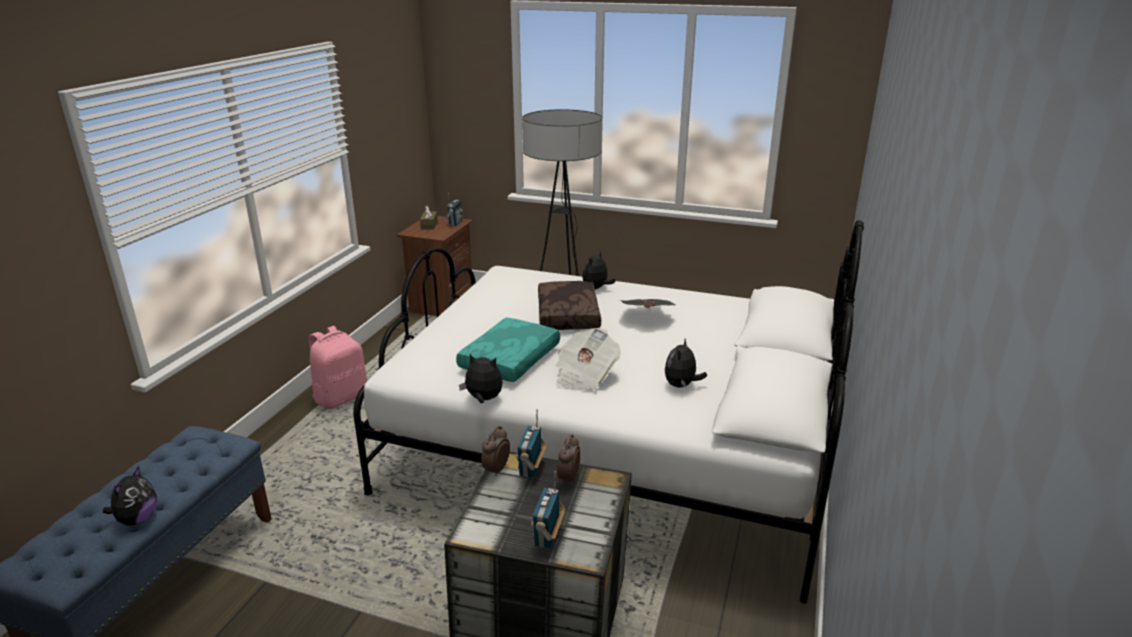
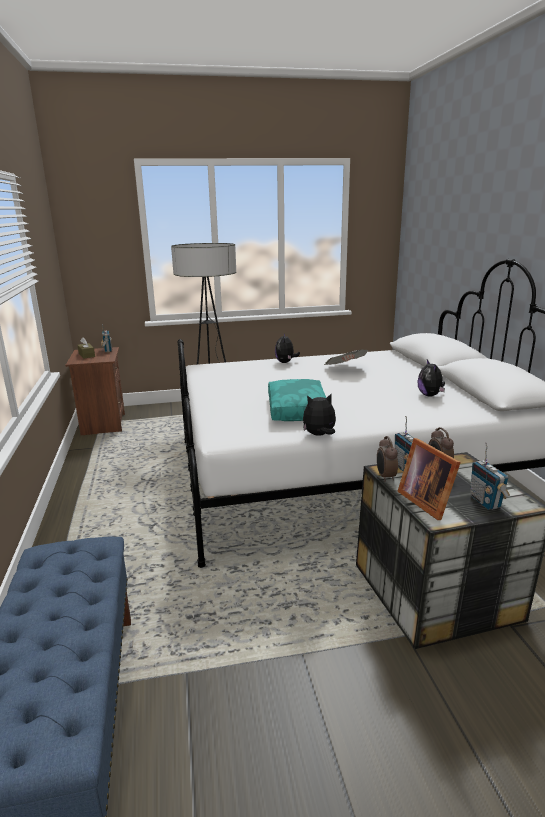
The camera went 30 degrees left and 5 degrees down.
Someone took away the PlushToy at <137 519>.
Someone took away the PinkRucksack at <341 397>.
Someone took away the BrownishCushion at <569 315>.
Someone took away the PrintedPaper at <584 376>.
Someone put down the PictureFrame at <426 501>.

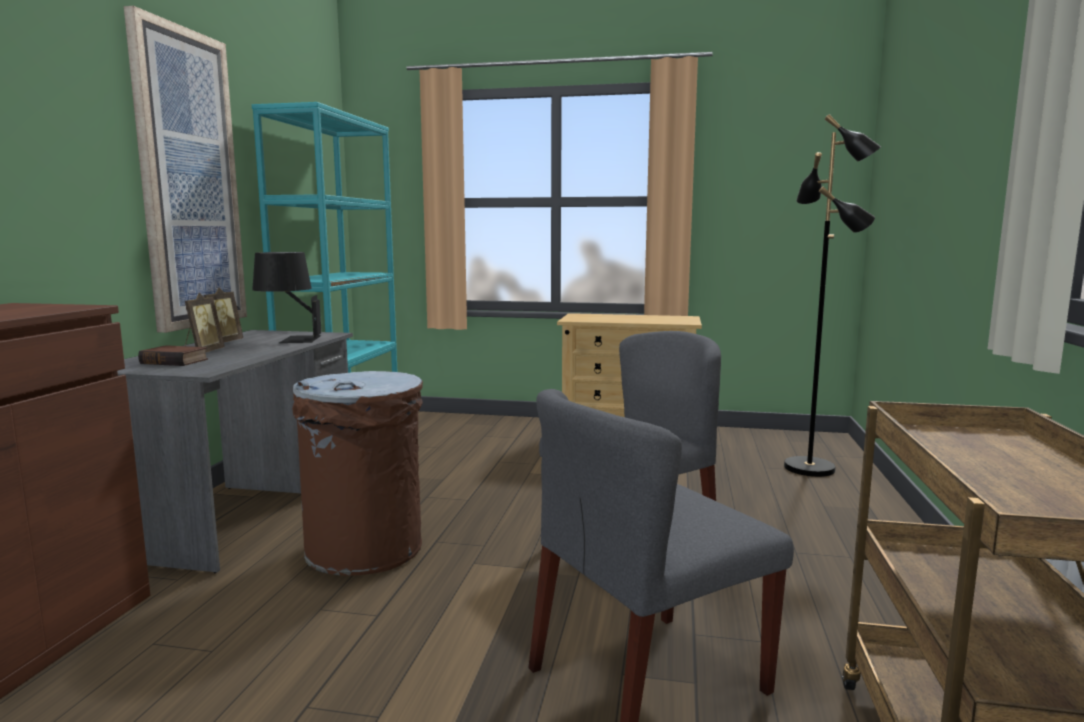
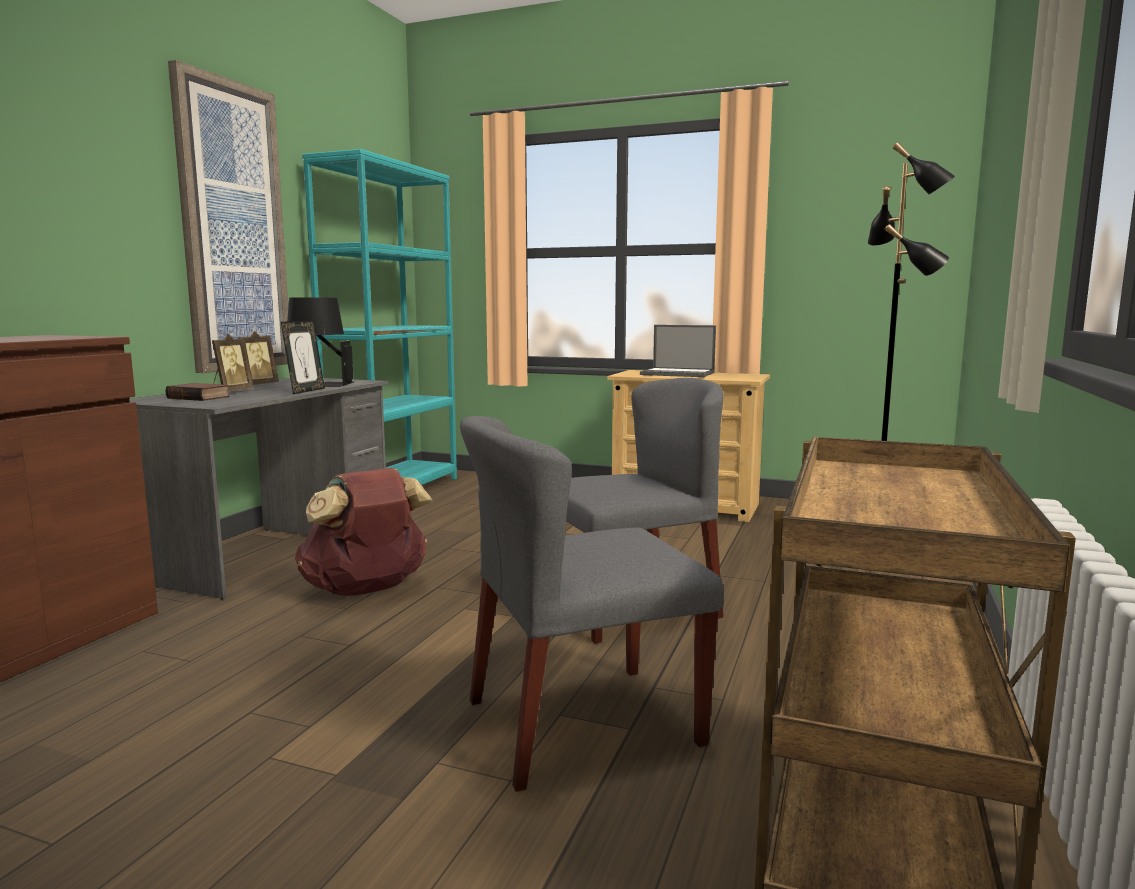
The camera went 10 degrees right and 0 degrees up.
Someone swapped the BrownishWasteBin at <365 550> for the BrownishRucksack at <366 590>.
Someone put down the PictureFrame at <305 391>.
Someone put down the Laptop at <678 373>.

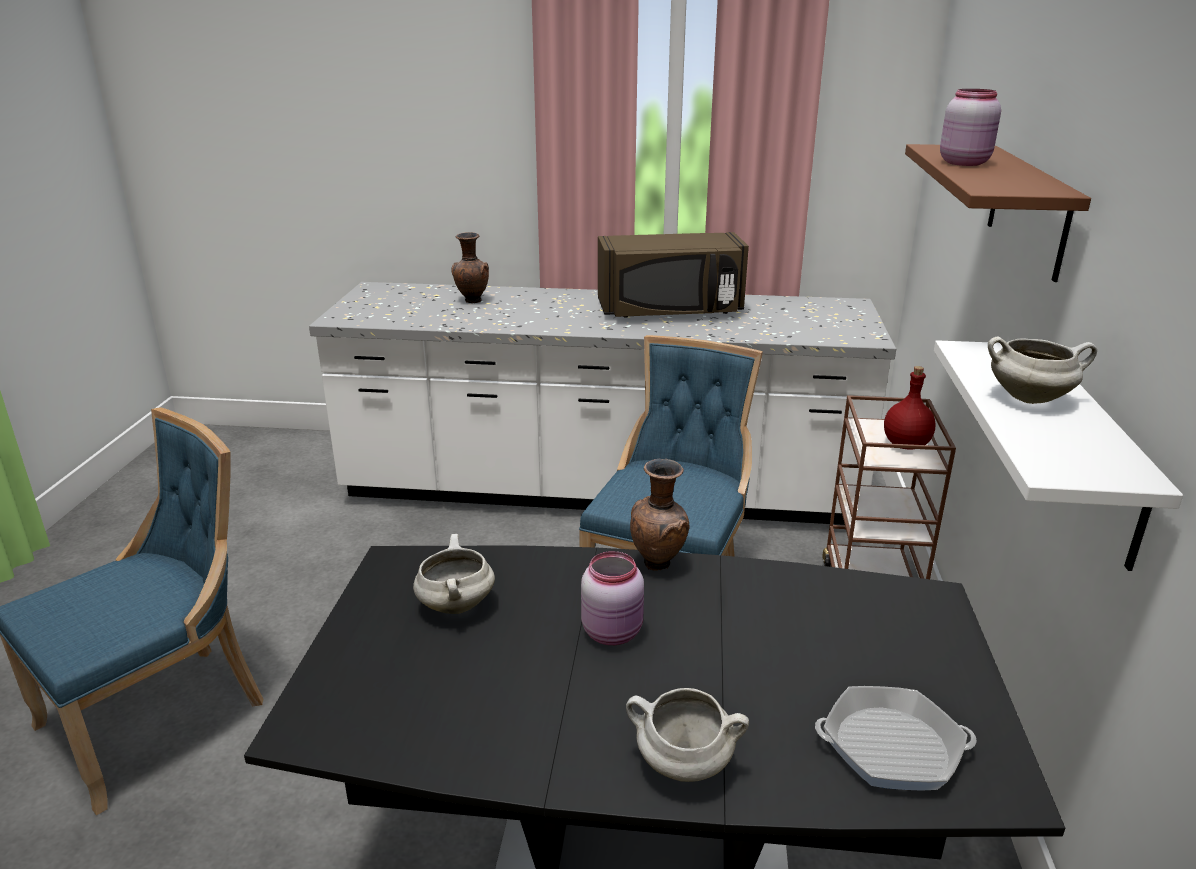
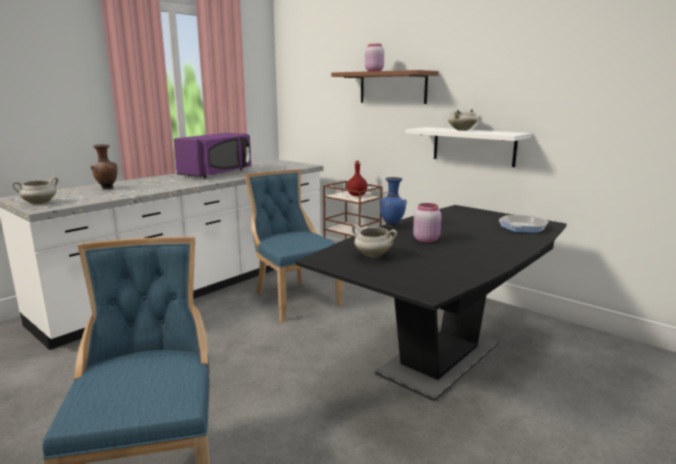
The camera went 55 degrees left and 10 degrees down.
Someone repainted the BrownishKitchenMicrowave at <670 311>, which became the PurplishKitchenMicrowave at <218 173>.
Someone carried the WhiteCookingPot from <682 764> to <39 203>.
Someone repainted the BrownishFlowerVase at <659 564>, which became the BlueColouredFlowerVase at <392 226>.

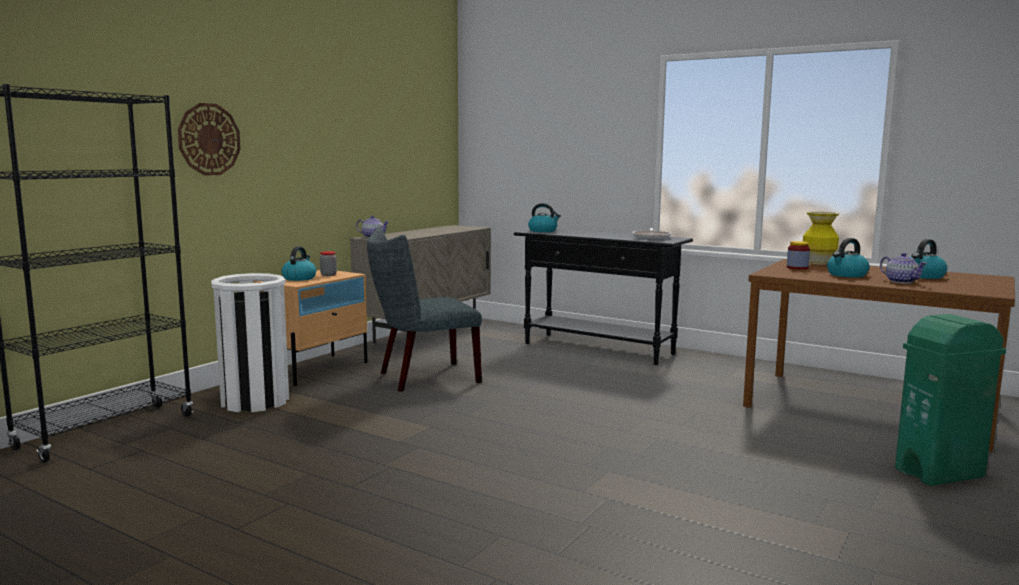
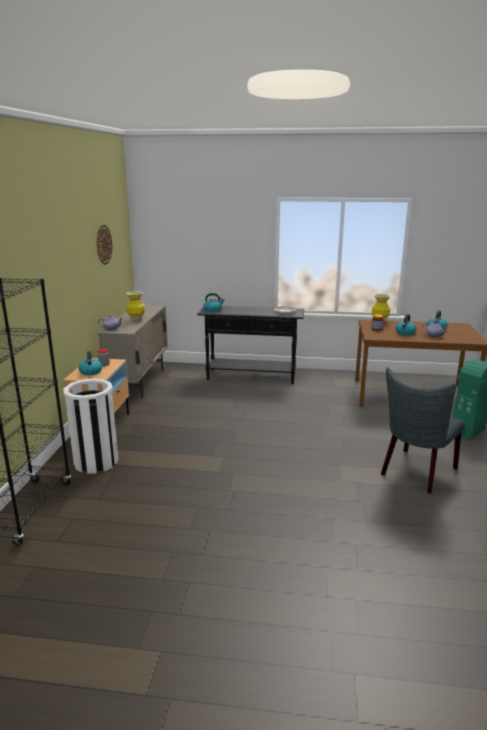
The camera went 25 degrees left and 10 degrees up.
Someone carried the HangingClock from <209 139> to <103 244>.
Someone carried the GreyishUprightChair from <422 378> to <416 473>.
Someone put down the FlowerVase at <136 320>.

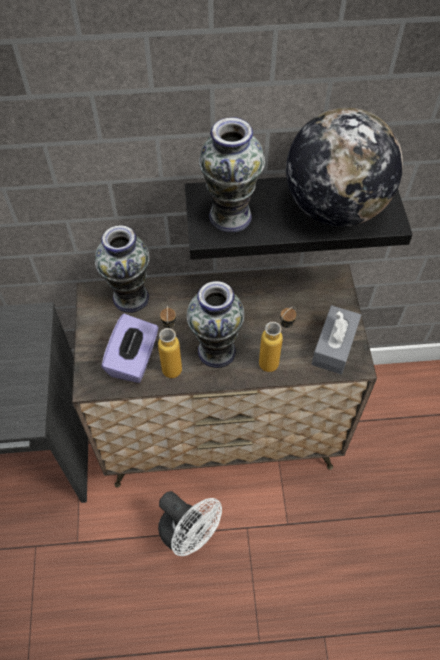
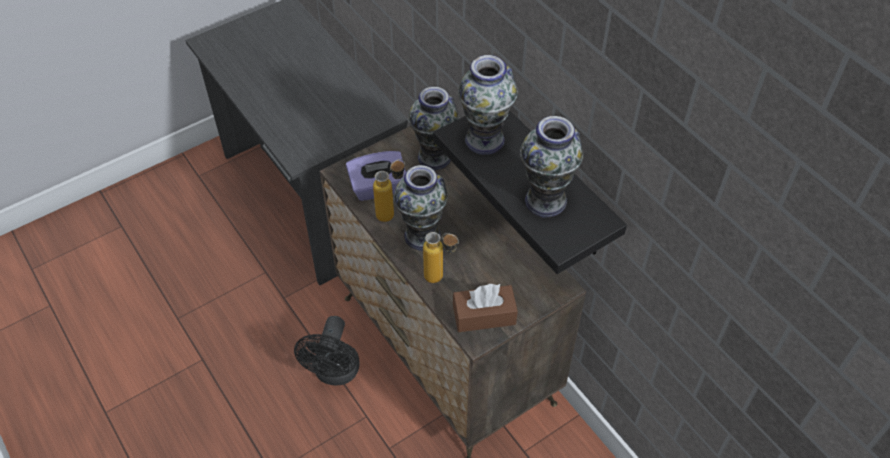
The camera went 60 degrees right and 5 degrees down.
Someone repainted the WhiteElectricFan at <189 534>, which became the BlackColouredElectricFan at <335 373>.
Someone swapped the WorldGlobe at <334 208> for the FlowerVase at <546 201>.
Someone repainted the GreyishTissueHolder at <334 346>, which became the BrownishTissueHolder at <484 315>.

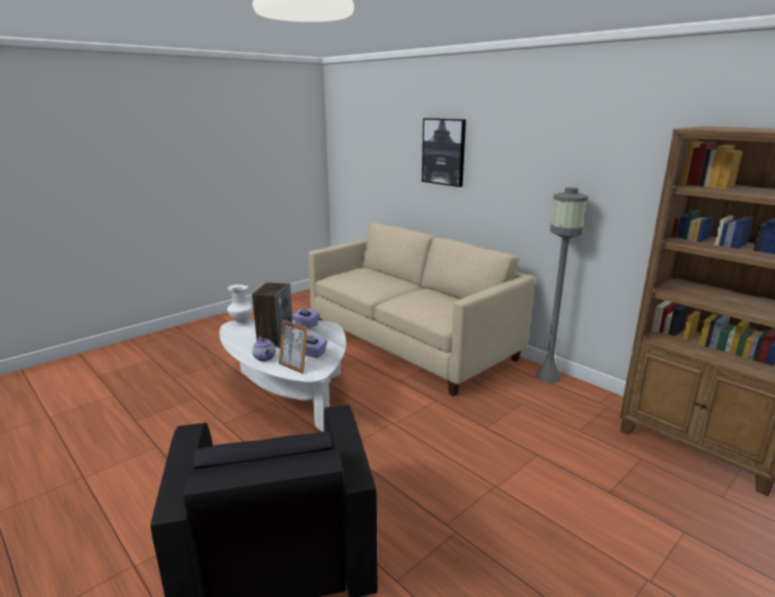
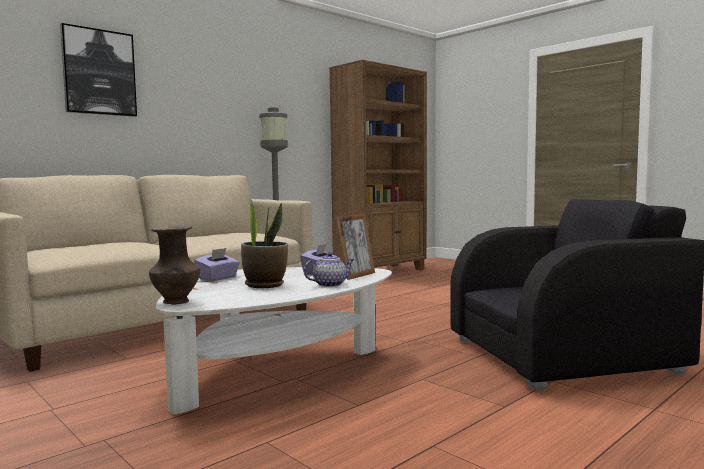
The camera went 90 degrees left and 15 degrees down.
Someone repainted the WhiteFlowerVase at <241 323>, which became the BrownishFlowerVase at <176 302>.
Someone swapped the AudioSpeaker at <275 339> for the PottedPlant at <265 285>.

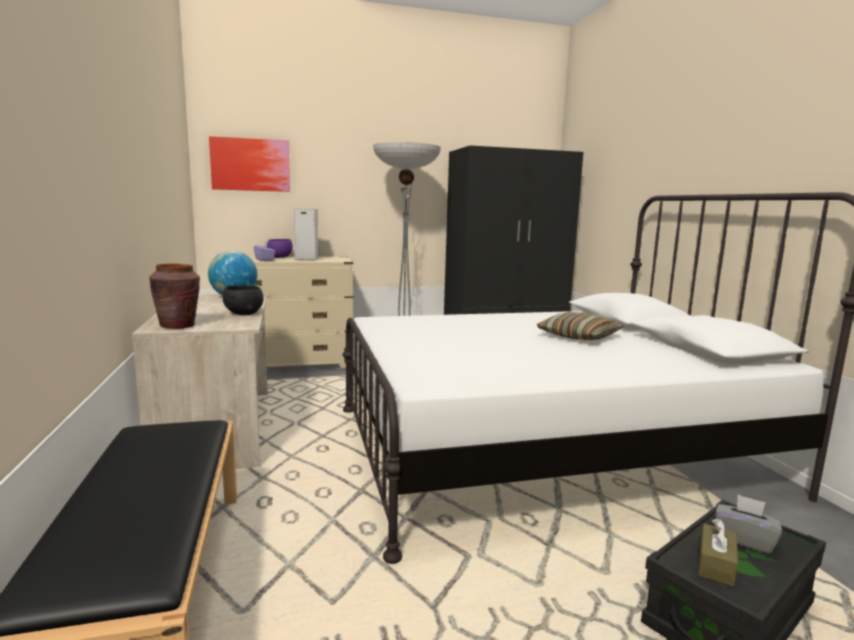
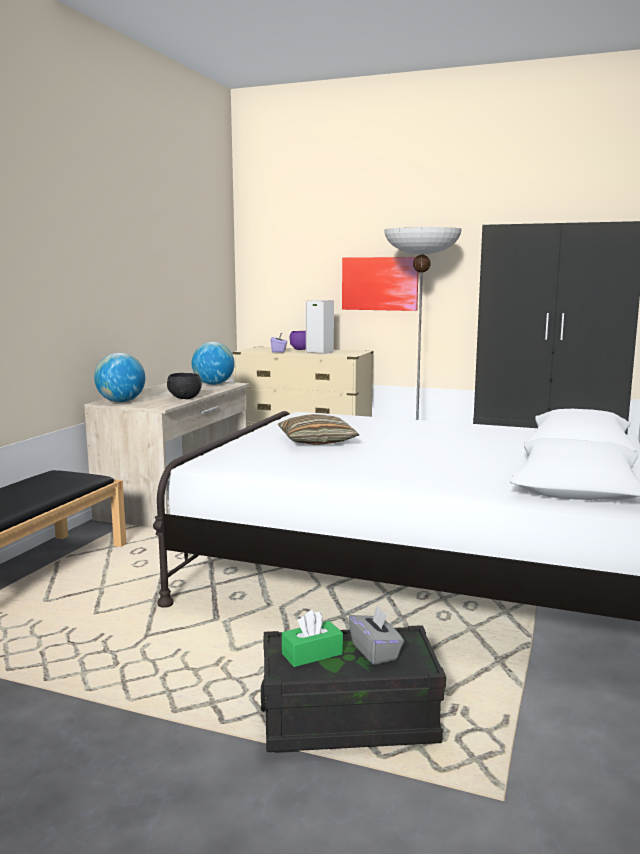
The camera went 35 degrees right and 0 degrees up.
Someone swapped the BrownishFlowerVase at <178 326> for the WorldGlobe at <121 402>.
Someone carried the WallPicture from <250 165> to <380 283>.
Someone carried the Cushion from <579 337> to <317 441>.
Someone repainted the BrownishTissueHolder at <716 564>, which became the GreenColouredTissueHolder at <312 654>.

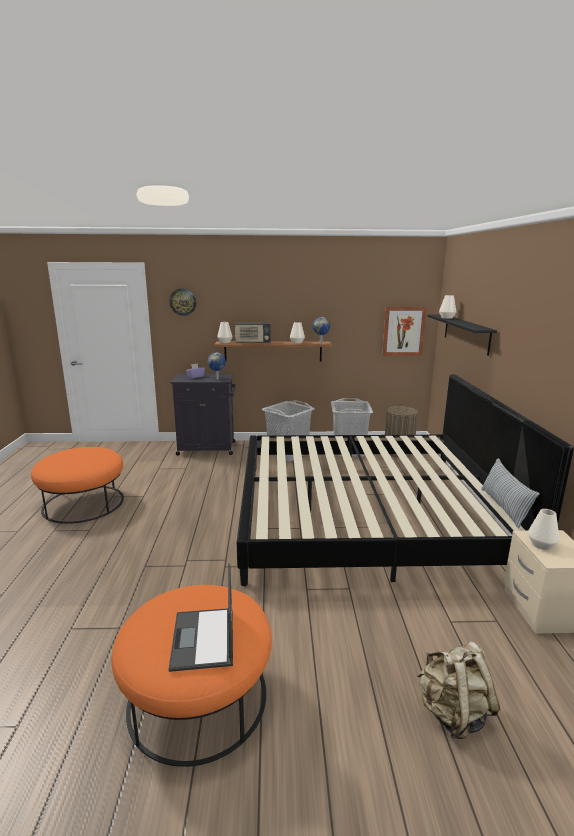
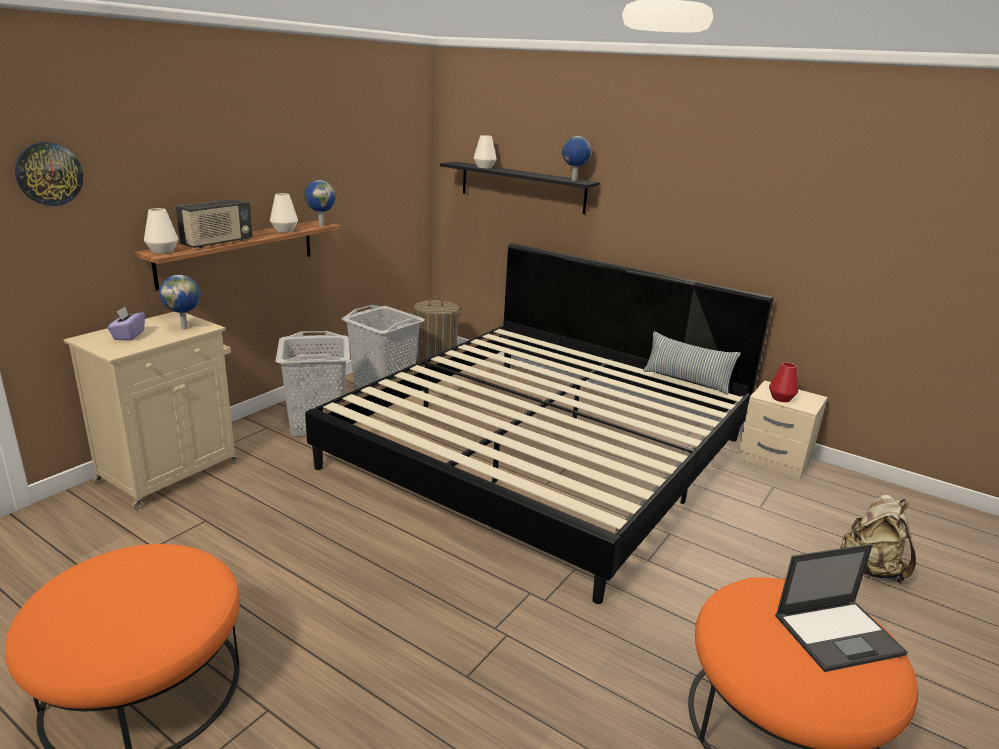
The camera went 55 degrees left and 5 degrees up.
Someone rotated the Laptop at <203 639> by 45 degrees counterclockwise.
Someone repainted the BlackColouredCabinet at <208 448>, which became the BeigeColouredCabinet at <171 472>.
Someone took away the WallPicture at <403 331>.
Someone repainted the WhiteFlowerVase at <541 544>, which became the RedFlowerVase at <781 398>.
Someone put down the WorldGlobe at <574 180>.

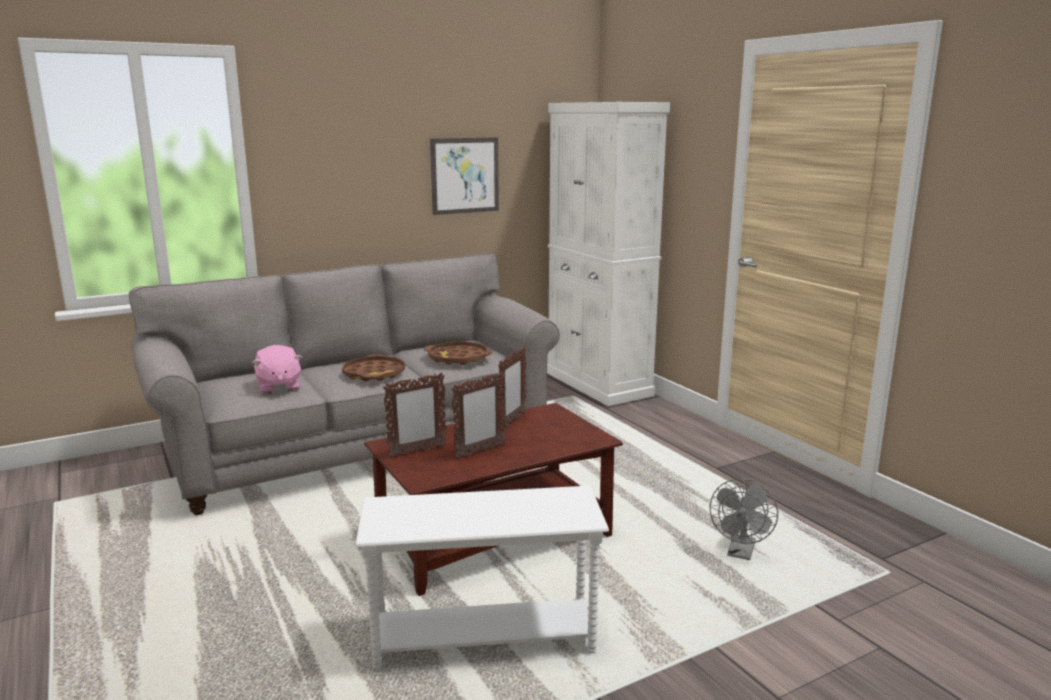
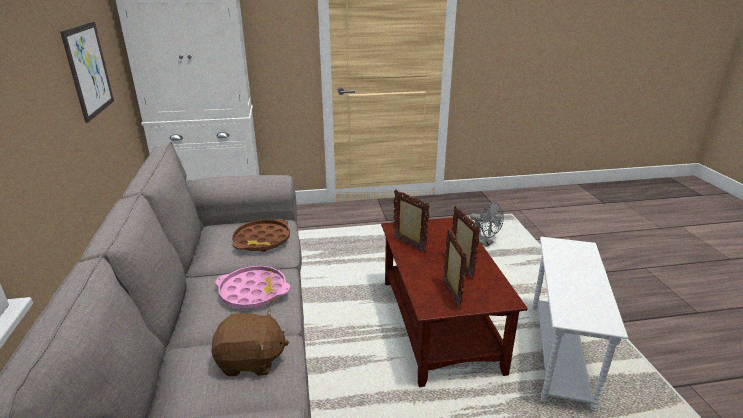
The camera went 70 degrees left and 10 degrees up.
Someone repainted the PinkPlushToy at <278 387>, which became the BrownishPlushToy at <251 361>.
Someone repainted the BrownishTray at <374 374>, which became the PinkTray at <253 292>.

